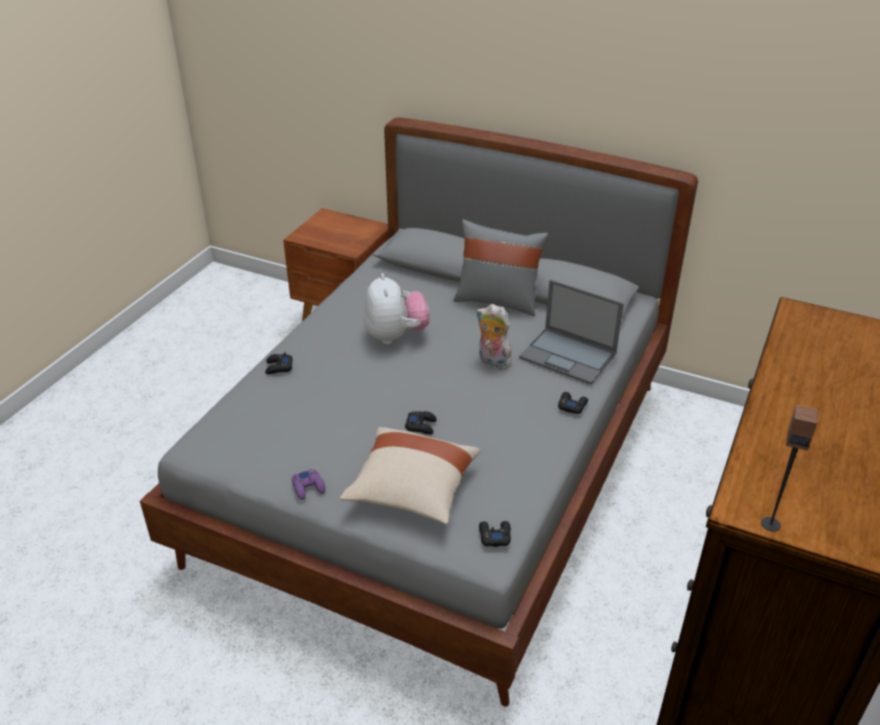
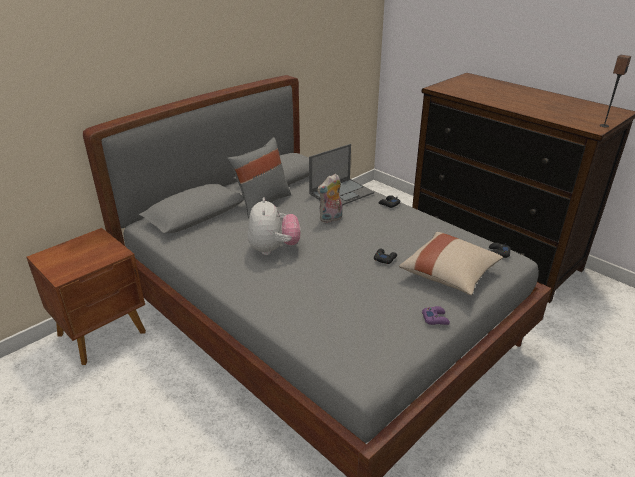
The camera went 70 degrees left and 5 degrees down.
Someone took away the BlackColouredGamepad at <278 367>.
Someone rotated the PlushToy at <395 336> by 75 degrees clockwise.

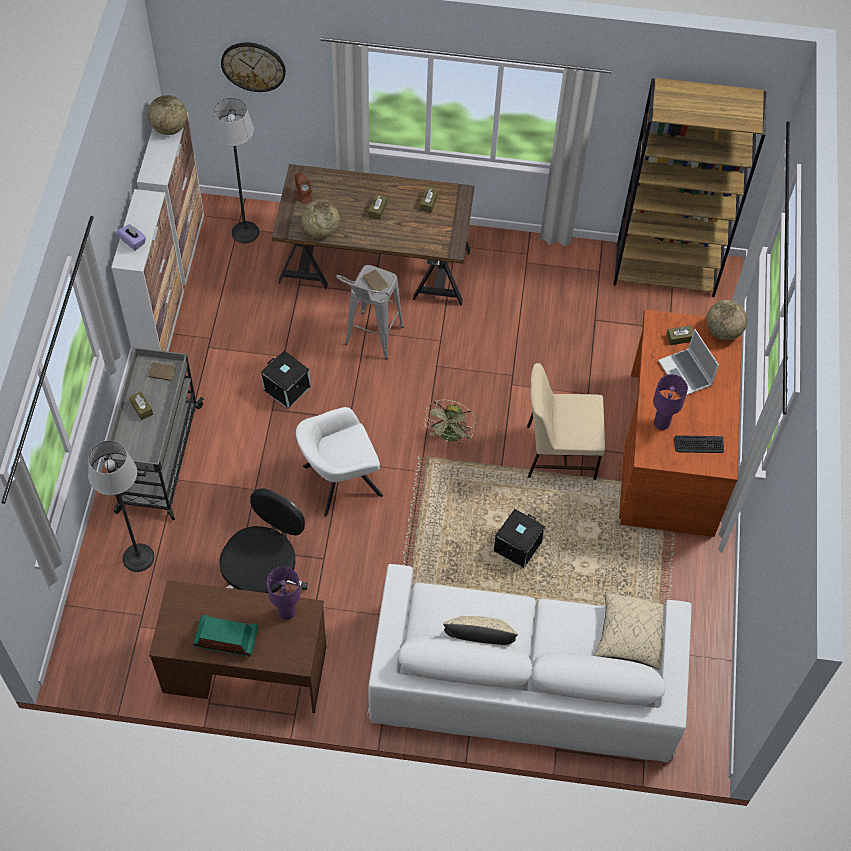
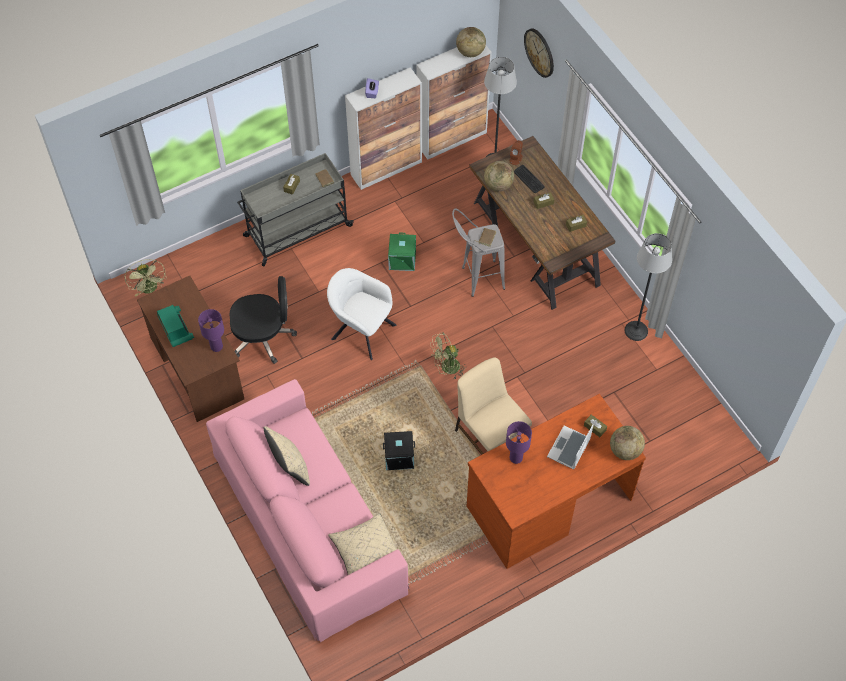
The camera went 55 degrees right and 0 degrees up.
Someone carried the FloorLamp from <138 557> to <636 330>.
Someone repainted the BlackColouredStorageContainer at <287 388>, which became the GreenColouredStorageContainer at <403 260>.
Someone repainted the WhiteCouch at <525 679>, which became the PinkCouch at <308 521>.
Someone took away the BrownishBookshelf at <665 270>.
Someone carried the PcKeyboard from <698 444> to <528 179>.
Someone put down the GreenColouredElectricFan at <150 289>.

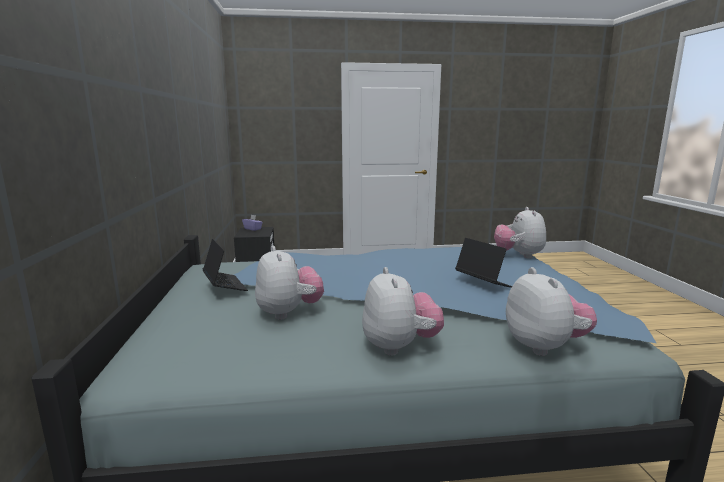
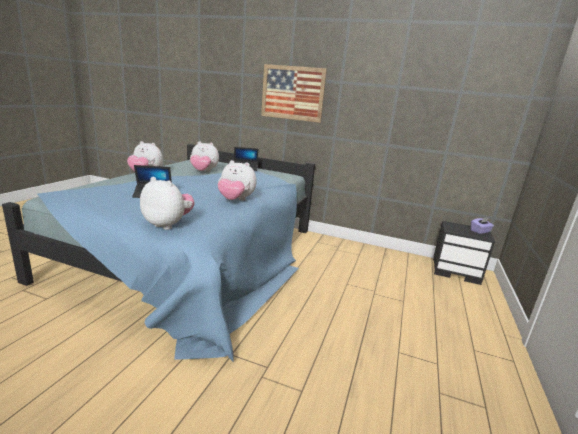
The camera went 115 degrees right and 5 degrees up.
Someone carried the PlushToy from <544 347> to <235 200>.
Someone put up the WallPicture at <292 93>.

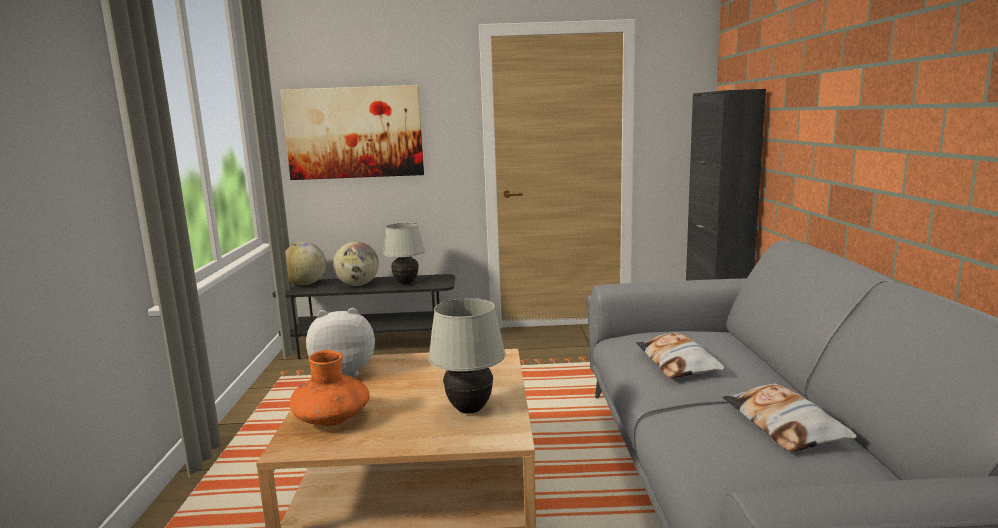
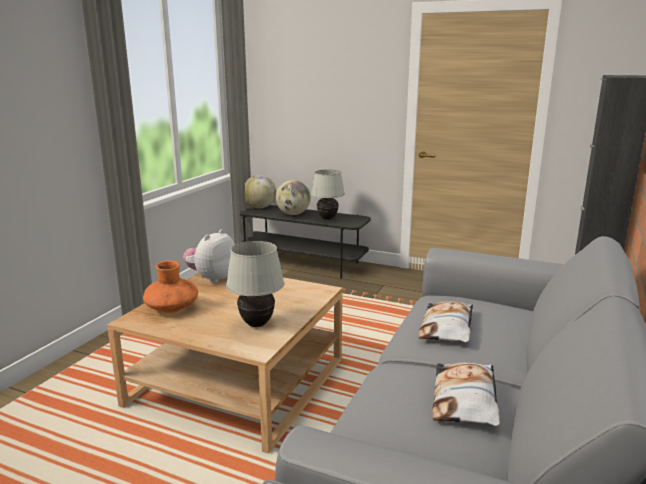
The camera went 25 degrees right and 5 degrees up.
Someone took away the WallPicture at <354 133>.
Someone rotated the PlushToy at <345 372> by 75 degrees counterclockwise.

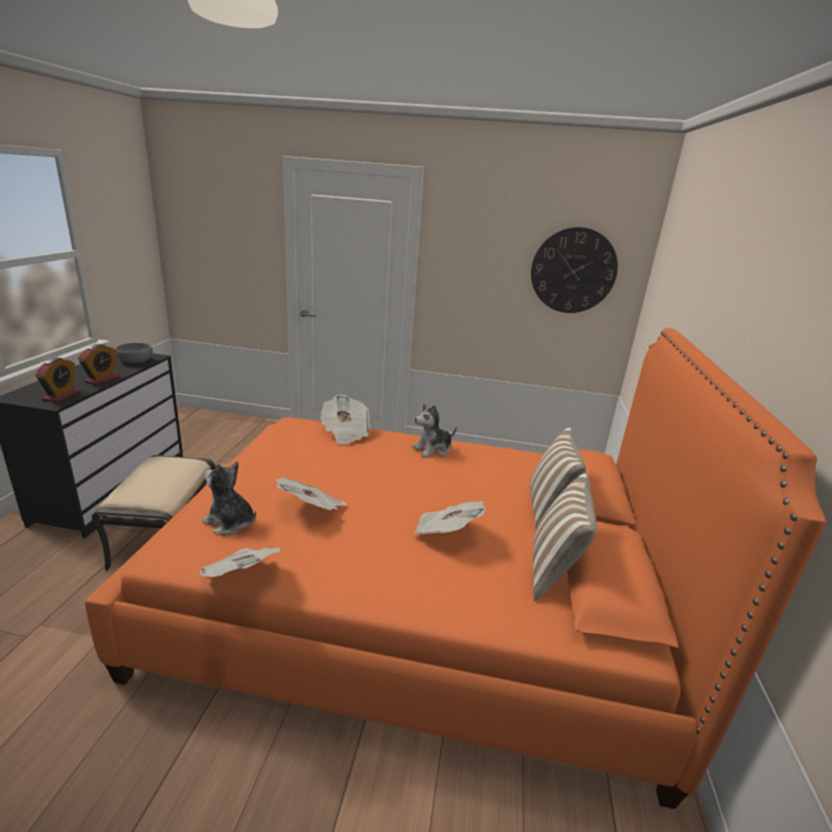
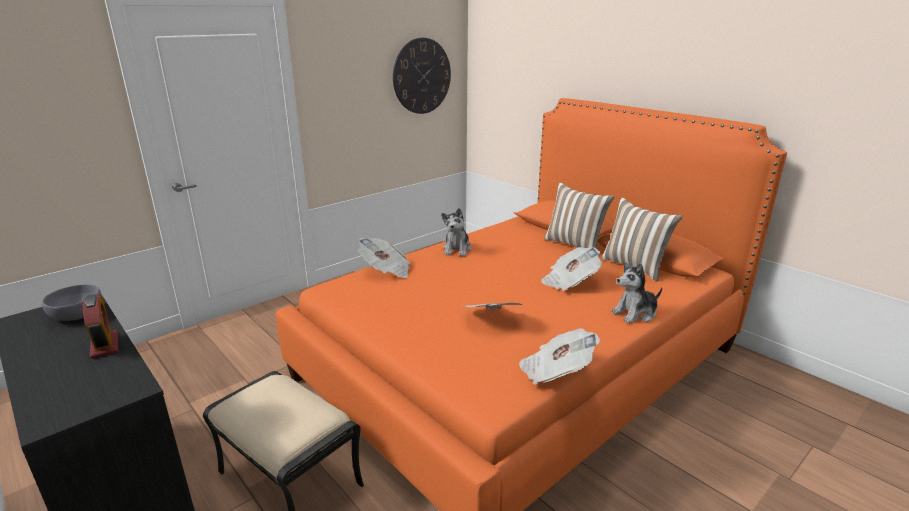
The camera went 50 degrees left and 0 degrees up.
Someone took away the AlarmClock at <61 396>.
Someone carried the PlushToy from <230 523> to <635 313>.

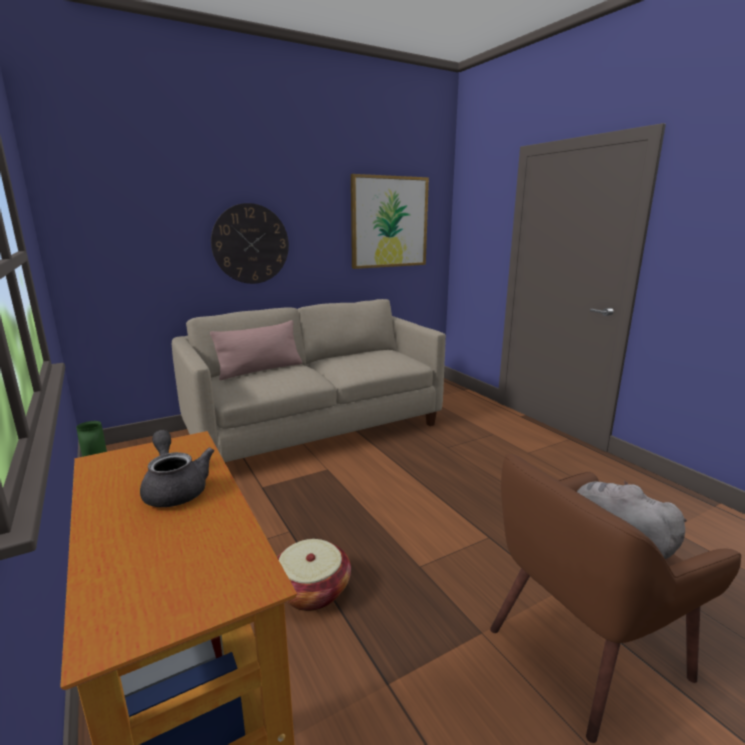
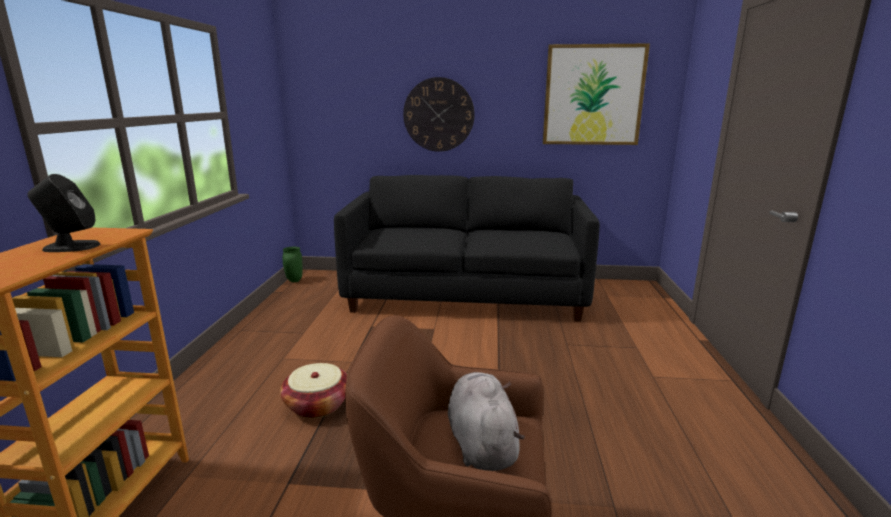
The camera went 35 degrees right and 0 degrees up.
Someone swapped the GreyishPotForTea at <175 488> for the BlackColouredAudioSpeaker at <71 247>.
Someone repainted the BeigeColouredCouch at <315 427>, which became the BlackColouredCouch at <466 295>.
Someone took away the PinkCushion at <260 370>.

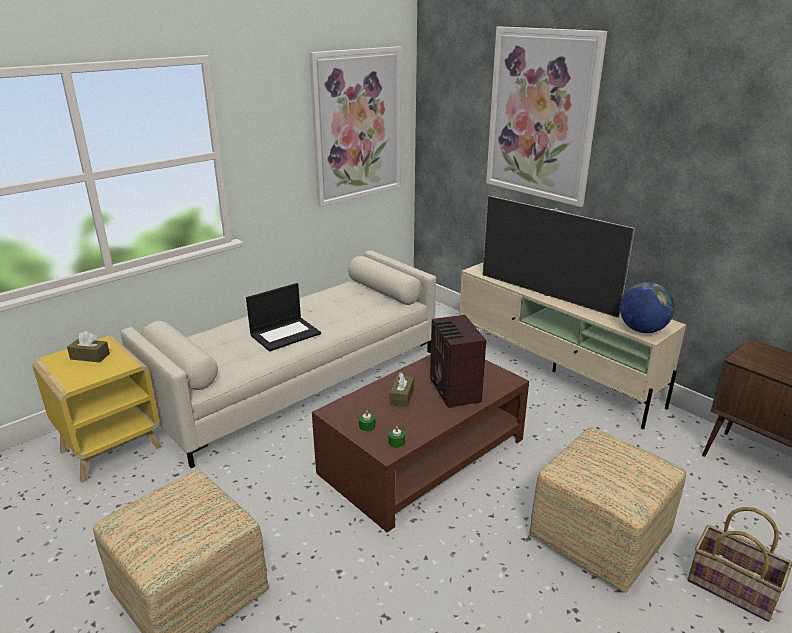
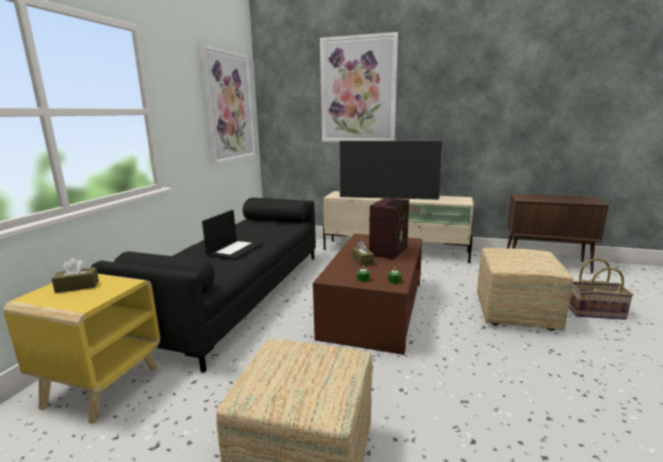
The camera went 30 degrees left and 10 degrees down.
Someone repainted the BeigeColouredCouch at <298 380>, which became the BlackColouredCouch at <237 294>.
Someone rotated the RadioReceiver at <454 391> by 105 degrees counterclockwise.
Someone took away the WorldGlobe at <642 330>.

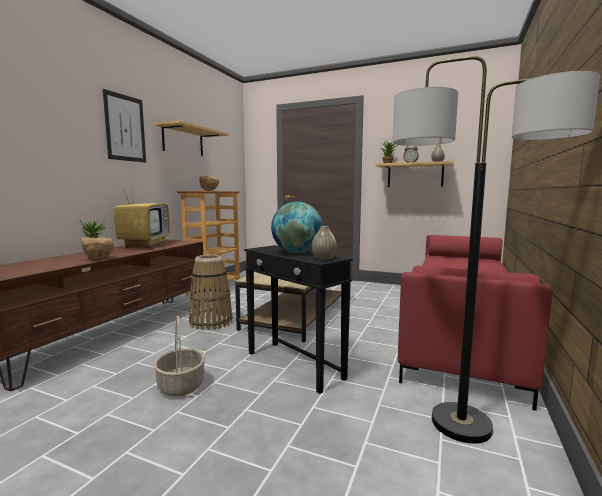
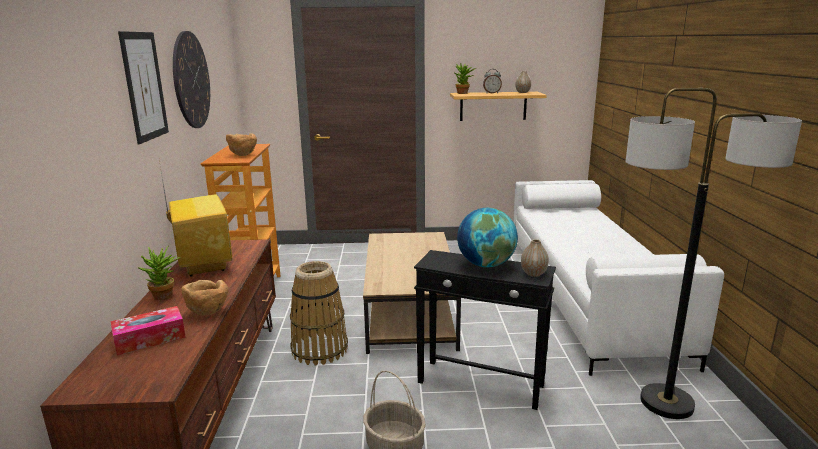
The camera went 25 degrees left and 10 degrees up.
Someone swapped the WallShelf at <183 141> for the HangingClock at <191 80>.
Someone repainted the RedCouch at <461 330>, which became the WhiteCouch at <587 296>.
Someone put down the TissueHolder at <150 338>.

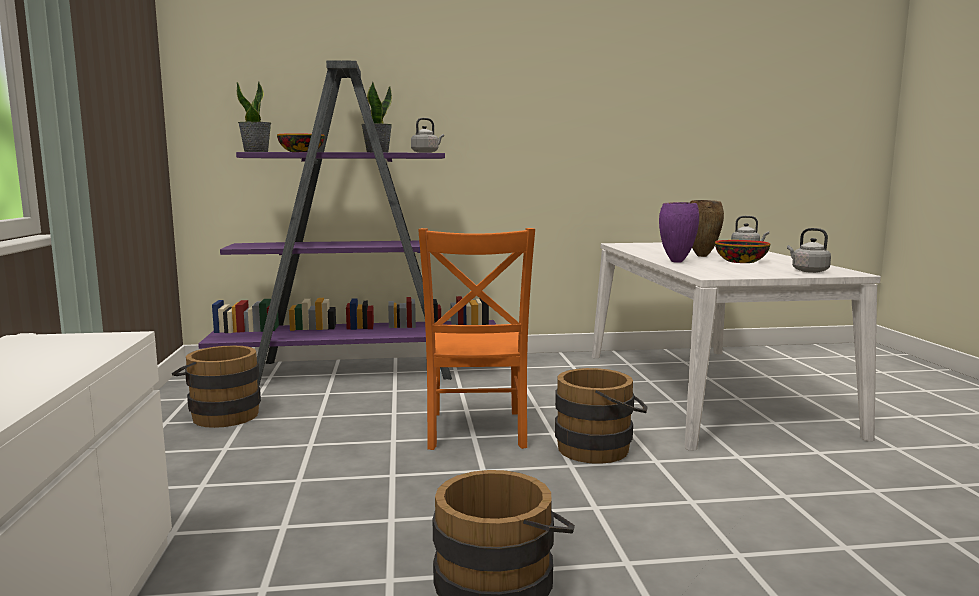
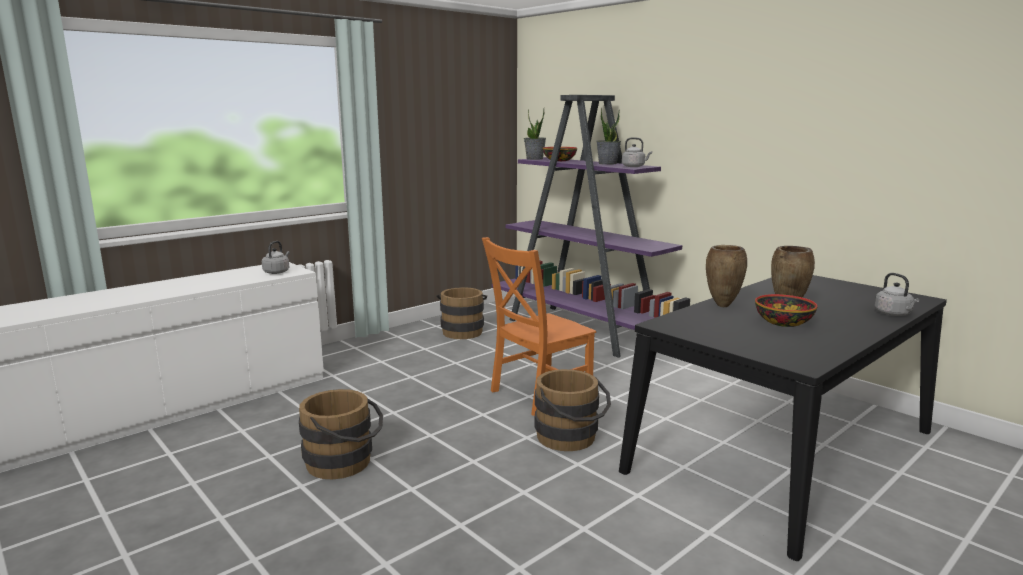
The camera went 55 degrees right and 5 degrees up.
Someone repainted the WhiteDiningTable at <707 391>, which became the BlackColouredDiningTable at <783 450>.
Someone repainted the PurplishFlowerVase at <676 262>, which became the BrownishFlowerVase at <721 306>.
Someone carried the GreyishKettle from <808 271> to <277 272>.

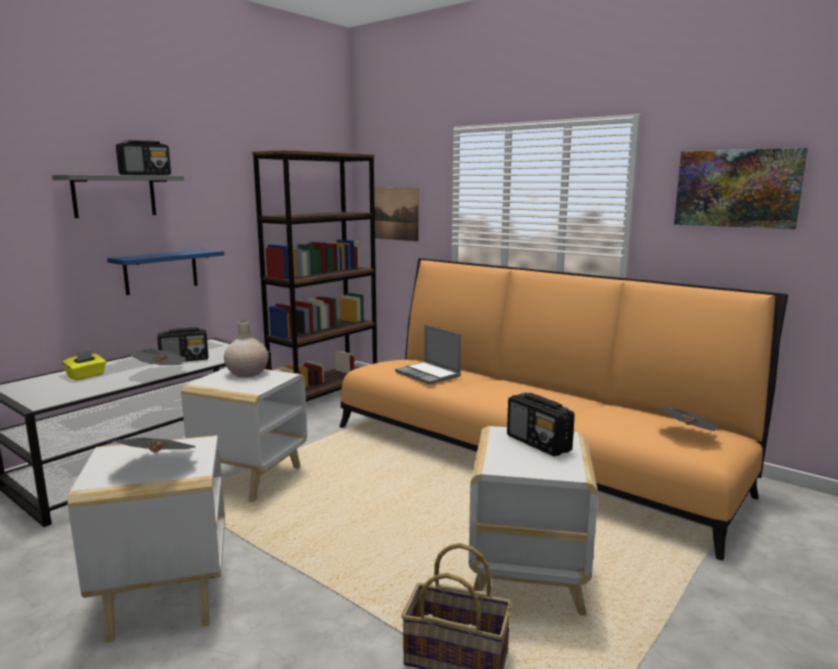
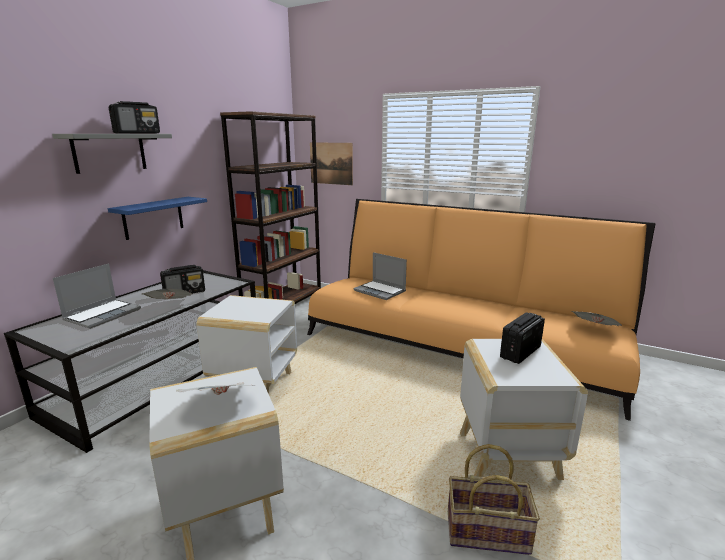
The camera went 10 degrees left and 5 degrees up.
Someone swapped the YellowTissueHolder at <86 376> for the Laptop at <103 314>.
Someone took away the BeigeColouredFlowerVase at <247 373>.
Someone rotated the RadioReceiver at <539 443> by 90 degrees clockwise.
Someone took away the WallPicture at <737 188>.

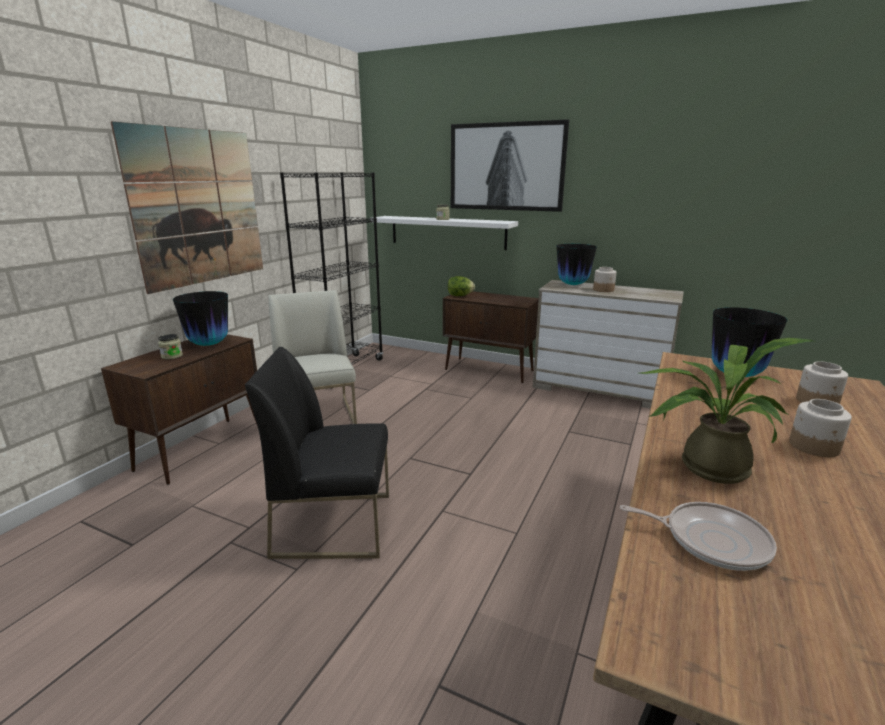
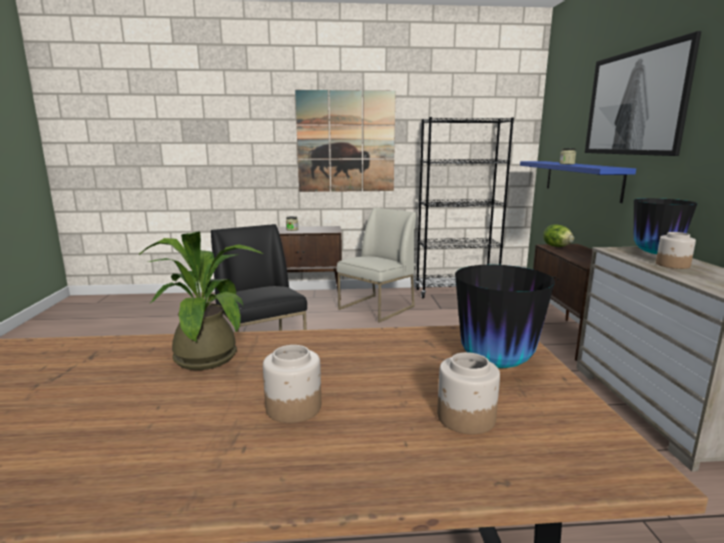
The camera went 60 degrees right and 5 degrees down.
Someone took away the FlowerVase at <209 344>.
Someone repainted the WhiteWallShelf at <447 232>, which became the BlueColouredWallShelf at <581 179>.
Someone took away the Pan at <710 540>.

